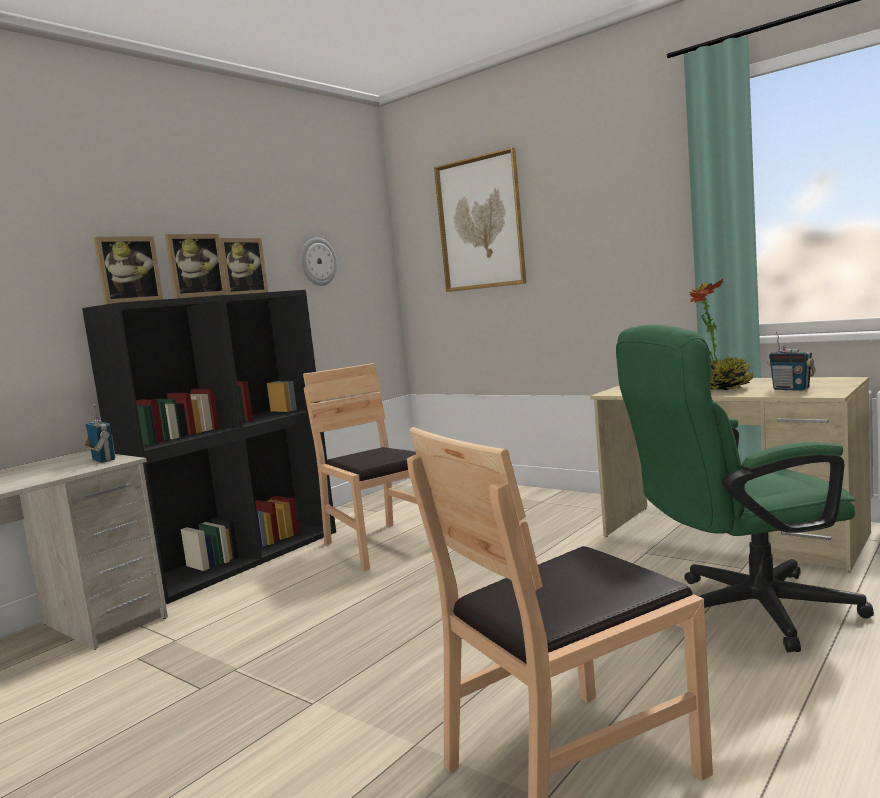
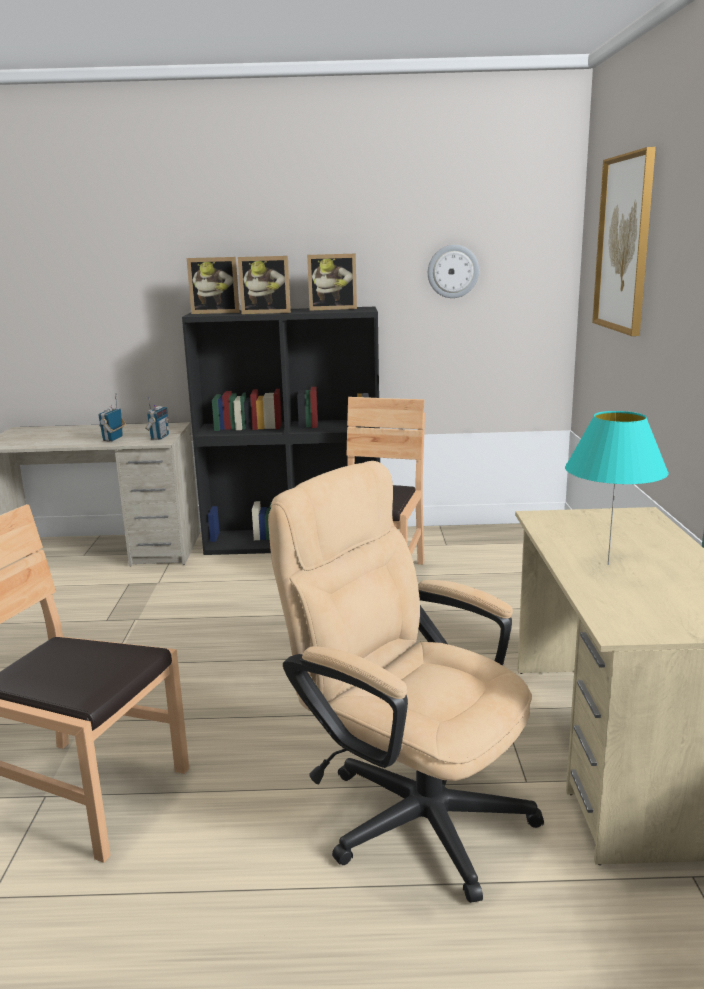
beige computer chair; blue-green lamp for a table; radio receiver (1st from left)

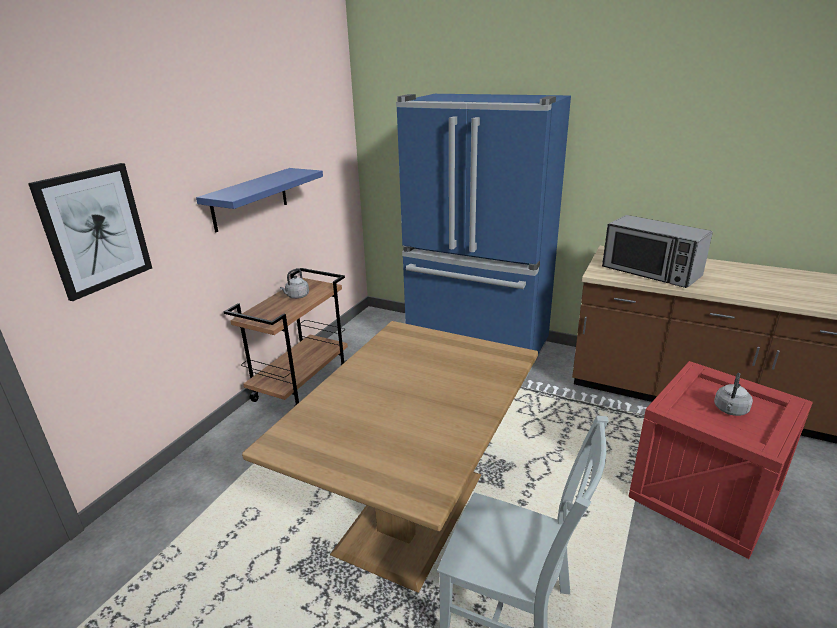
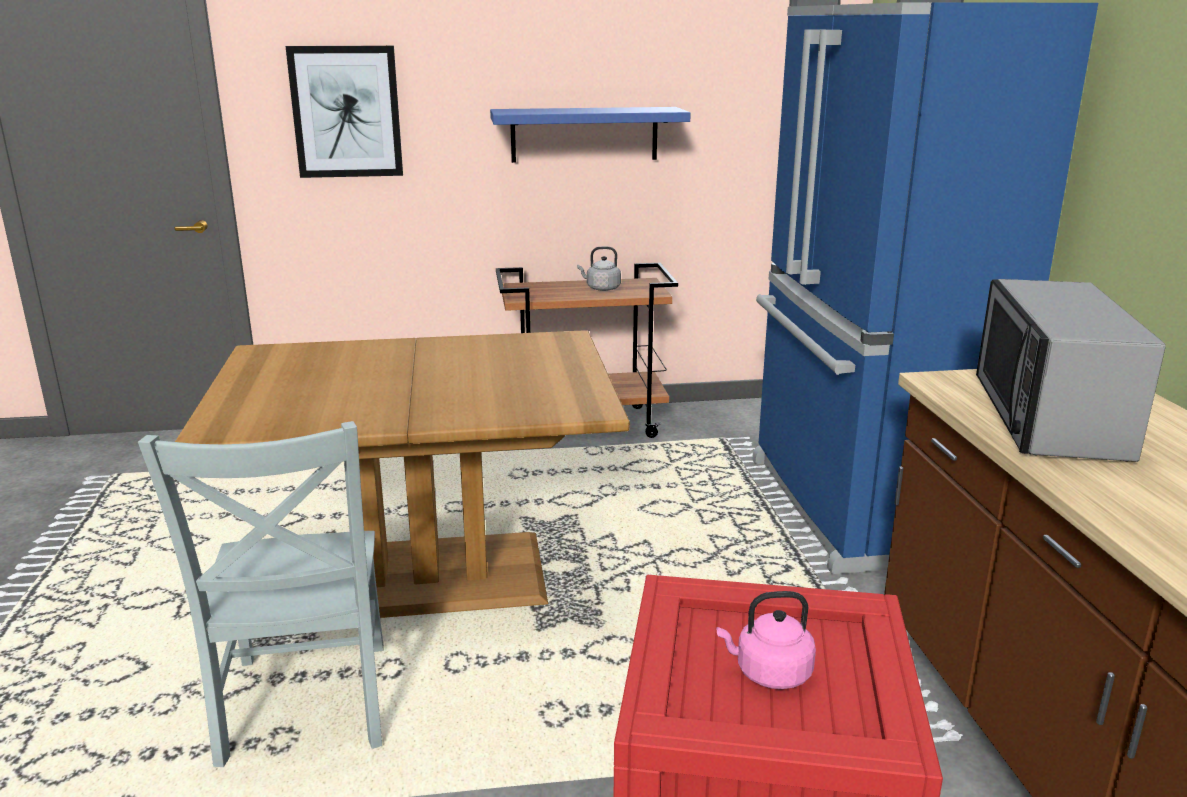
pinkish kettle

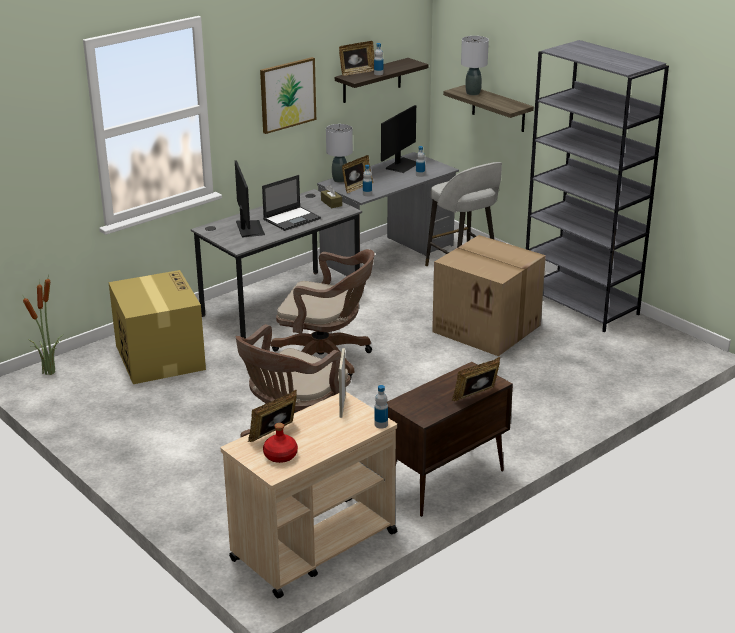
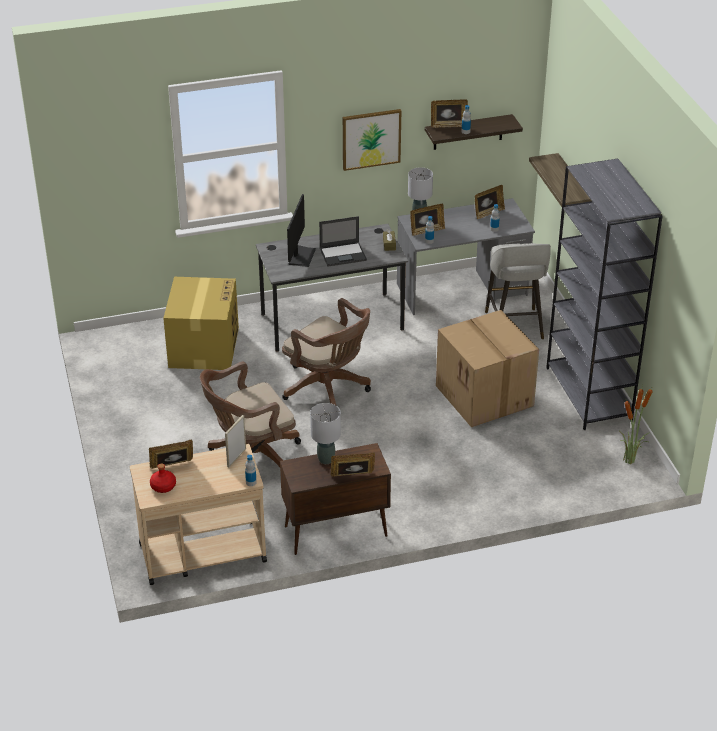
potted plant; standing frame (6th from left); grey lamp for a table (1st from left)

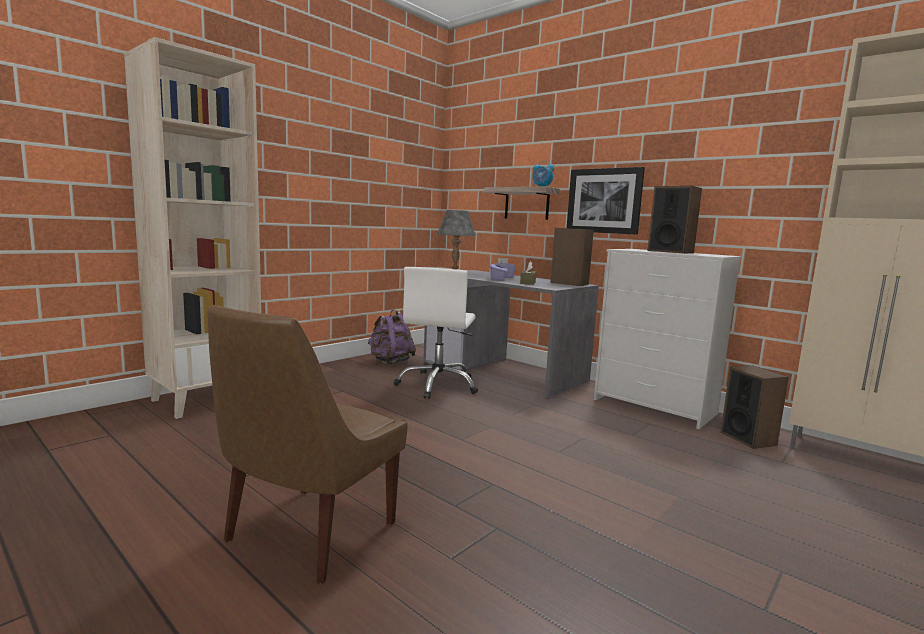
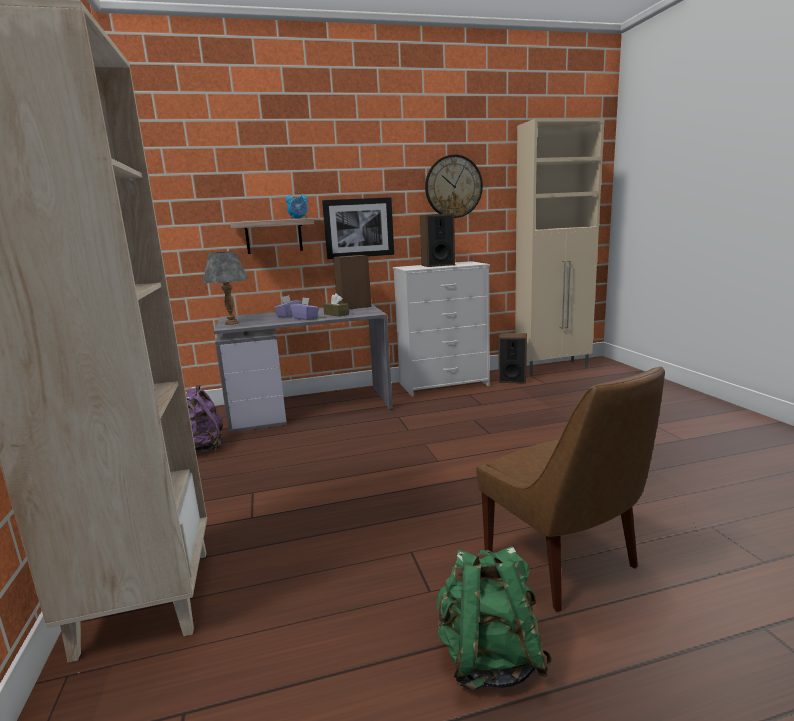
white-coloured computer chair; wall clock; green-coloured backpack

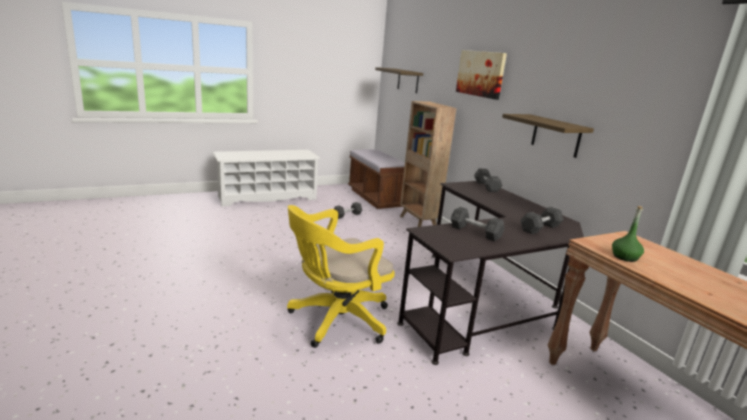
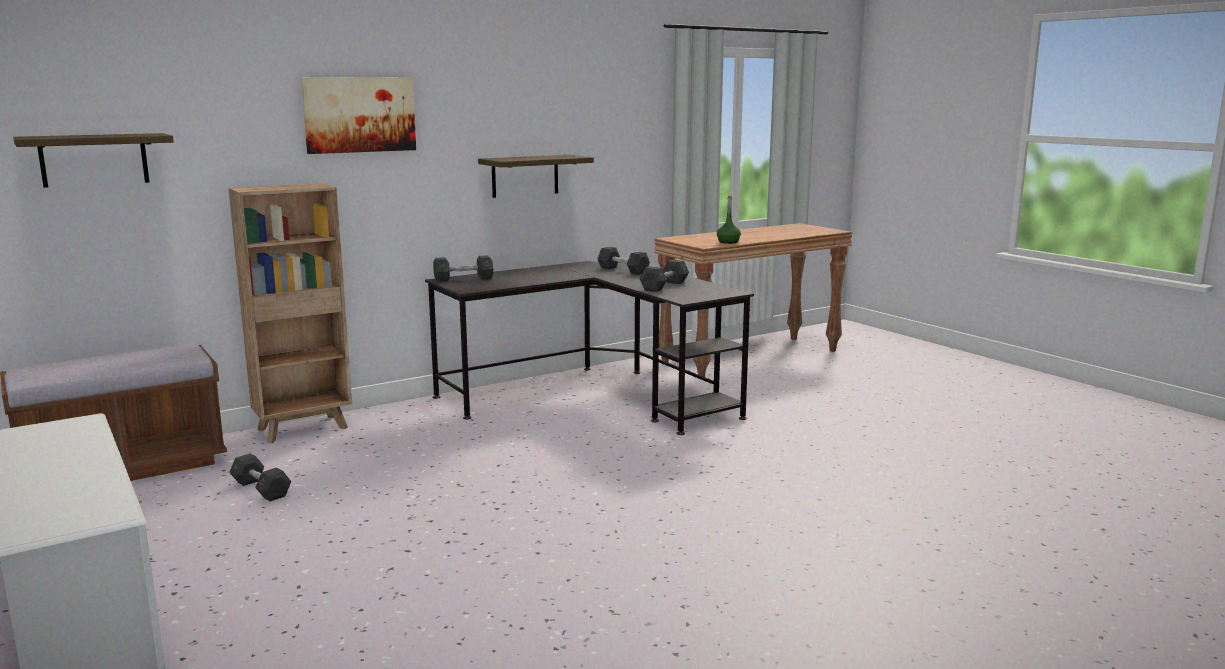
yellow-coloured computer chair

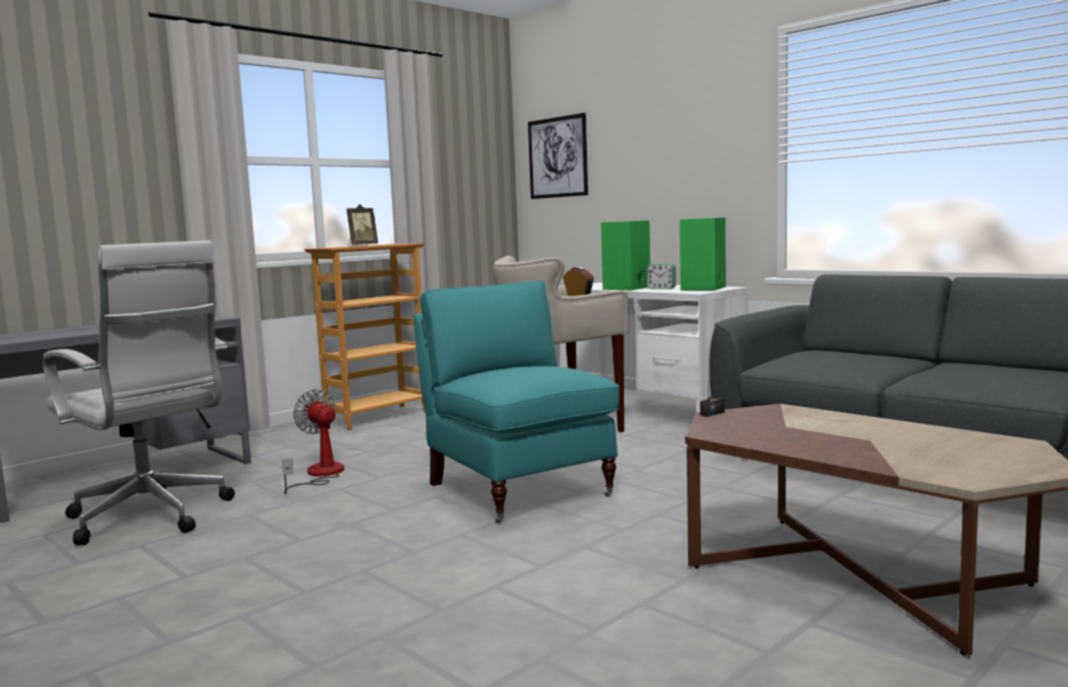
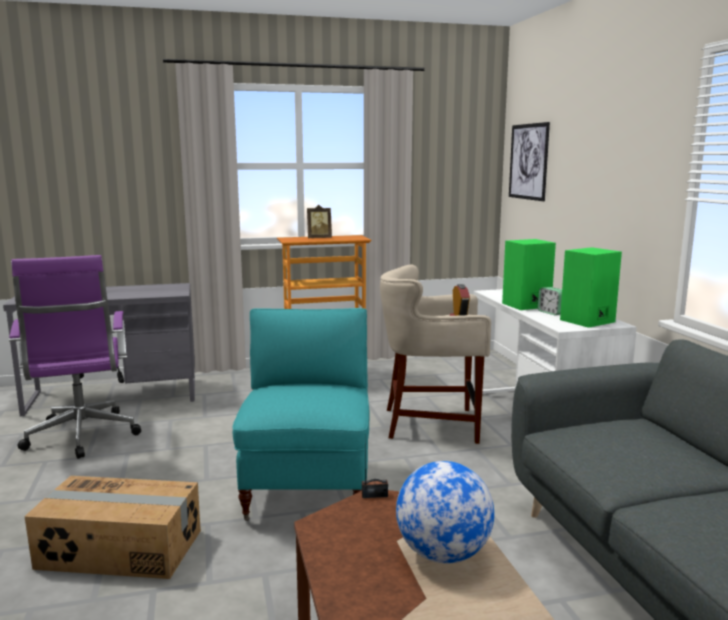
purple computer chair; fan; carton; world globe

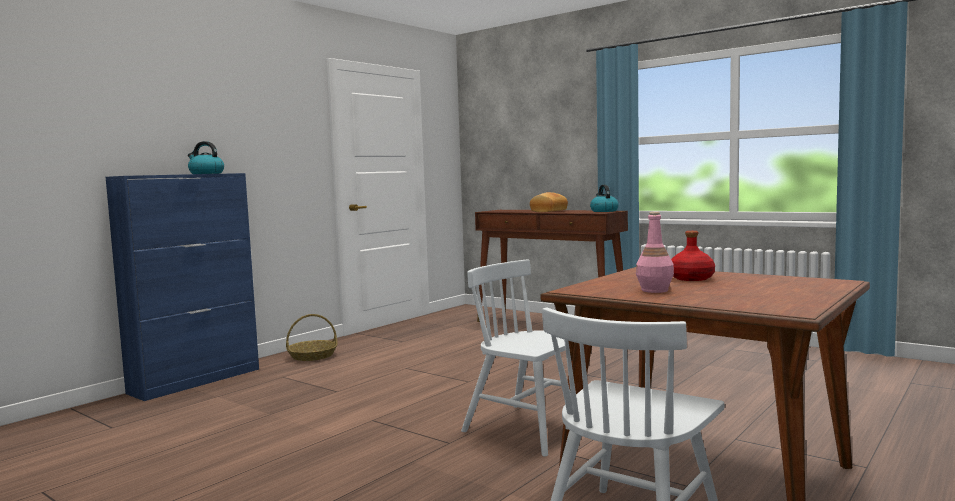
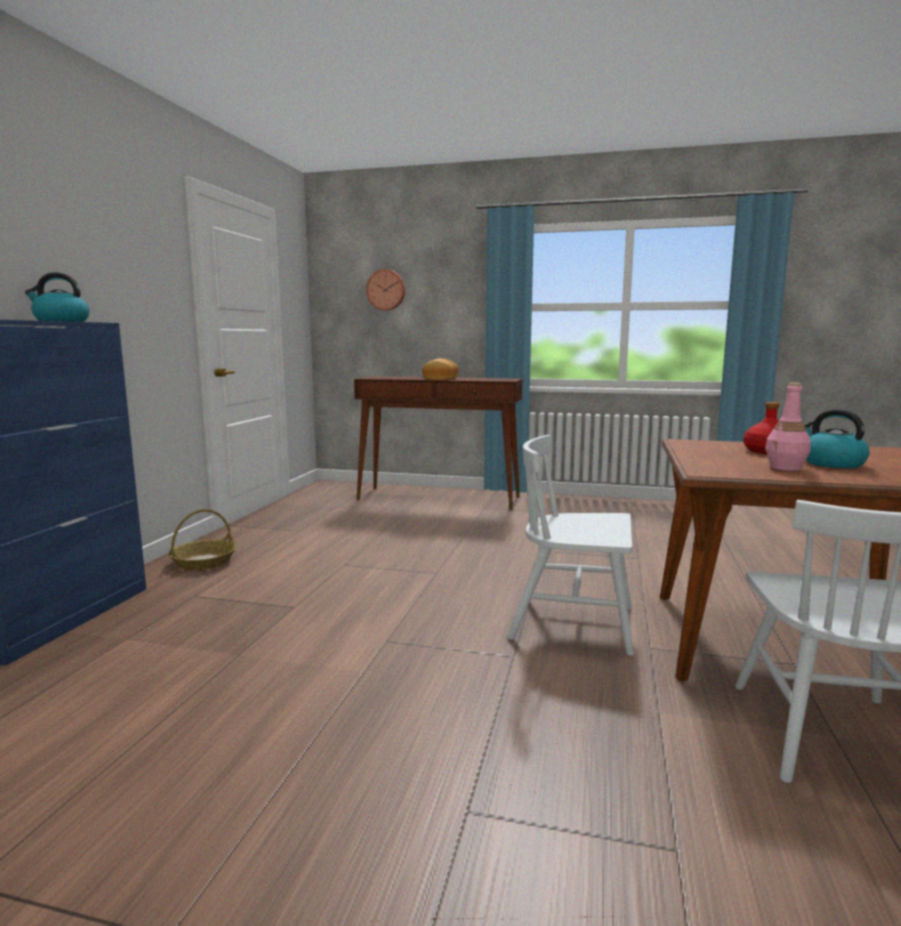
kettle (2nd from left); wall clock

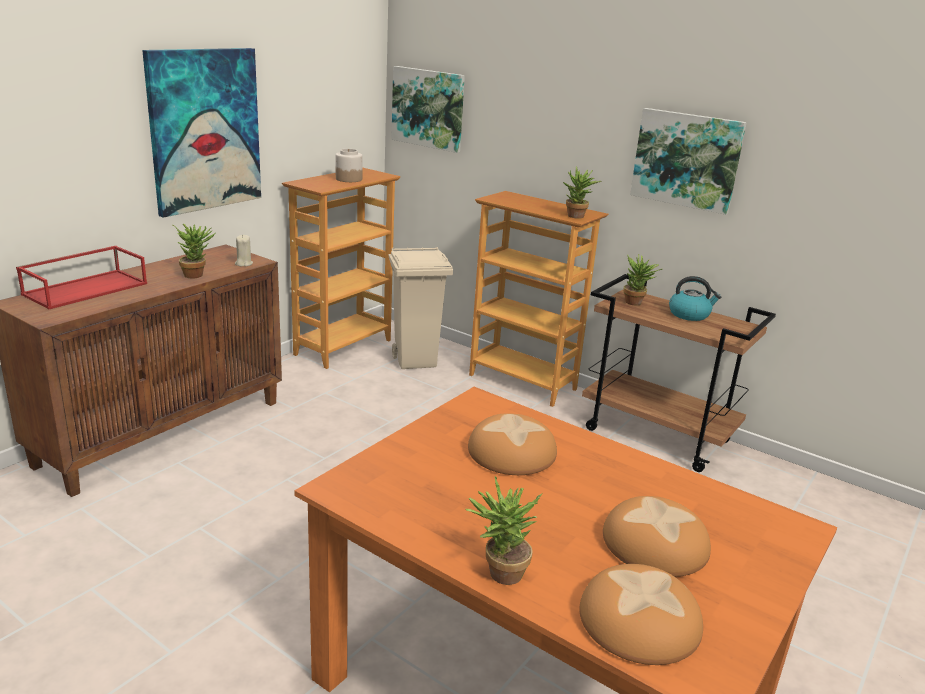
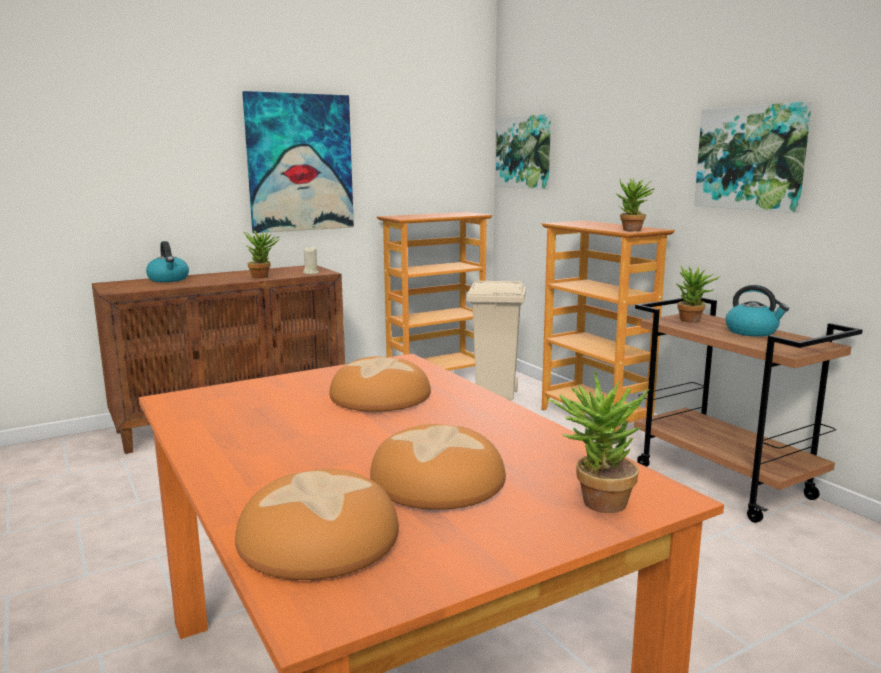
kettle (1st from left); jar; potted plant (2nd from left)

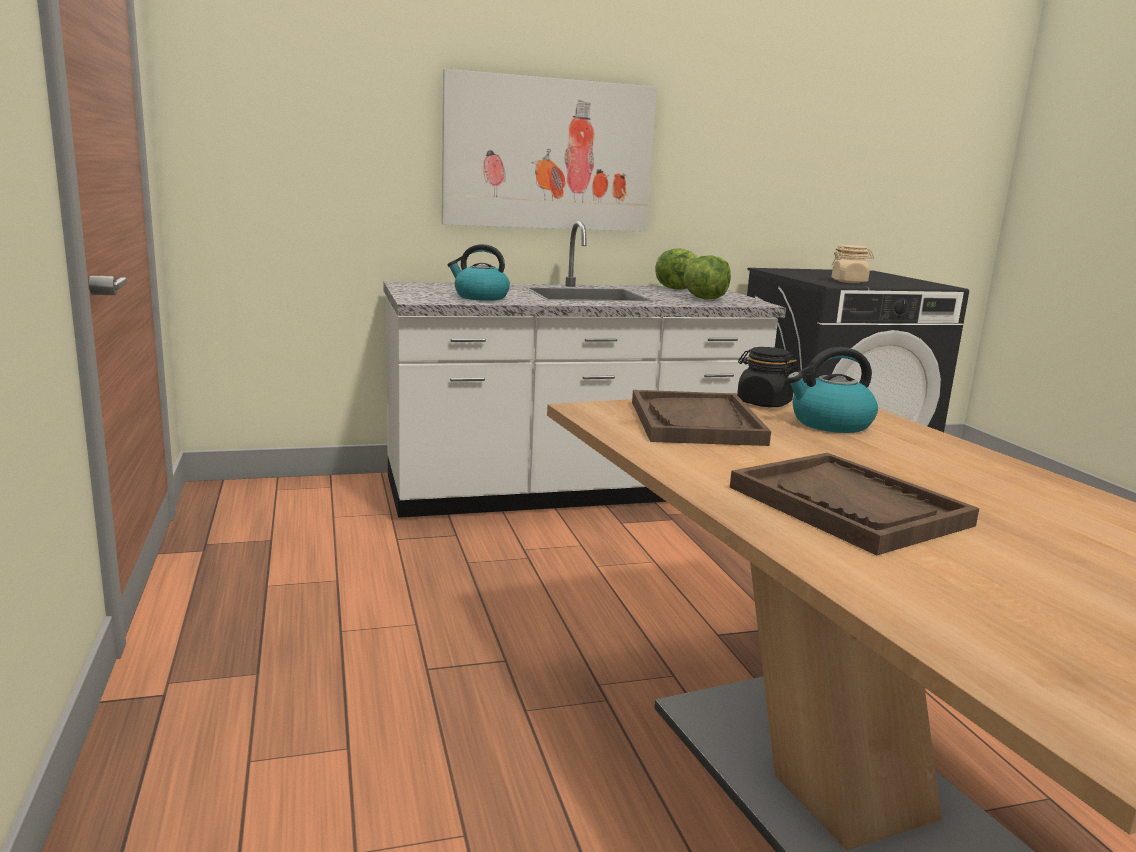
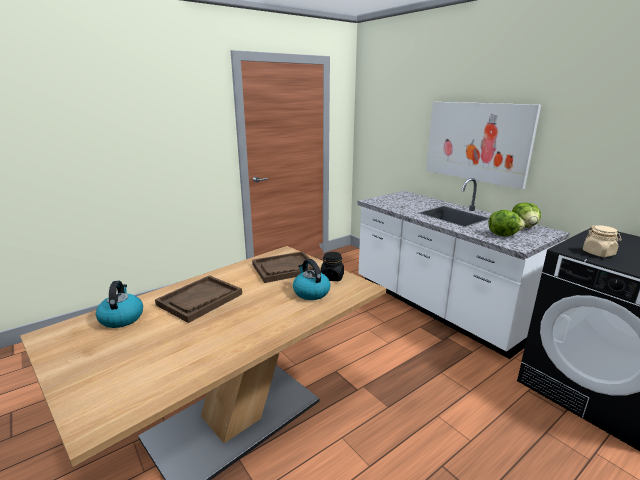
kettle (1st from left)

